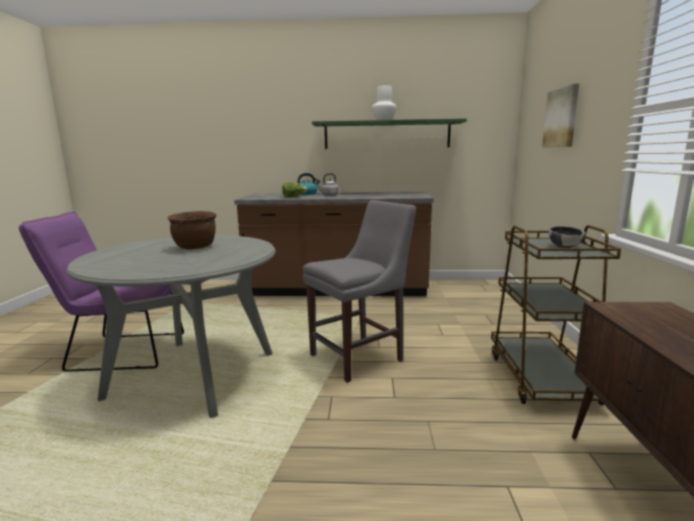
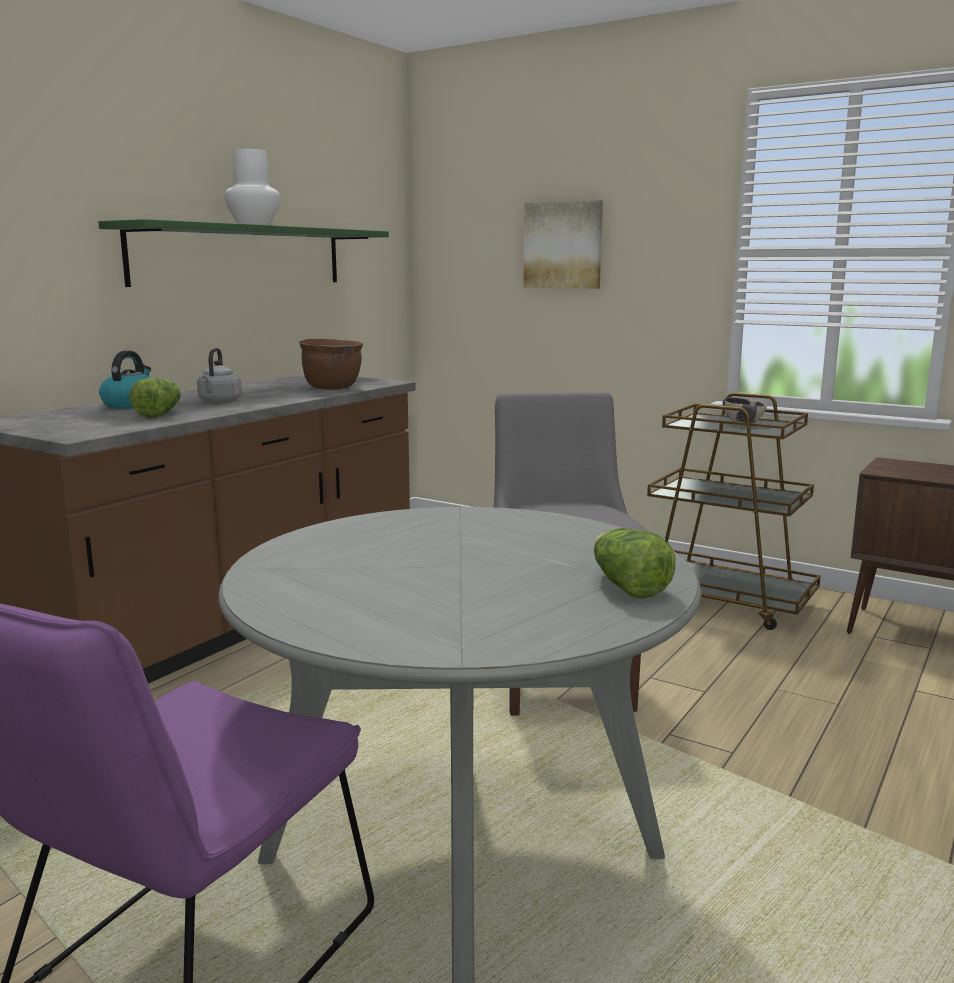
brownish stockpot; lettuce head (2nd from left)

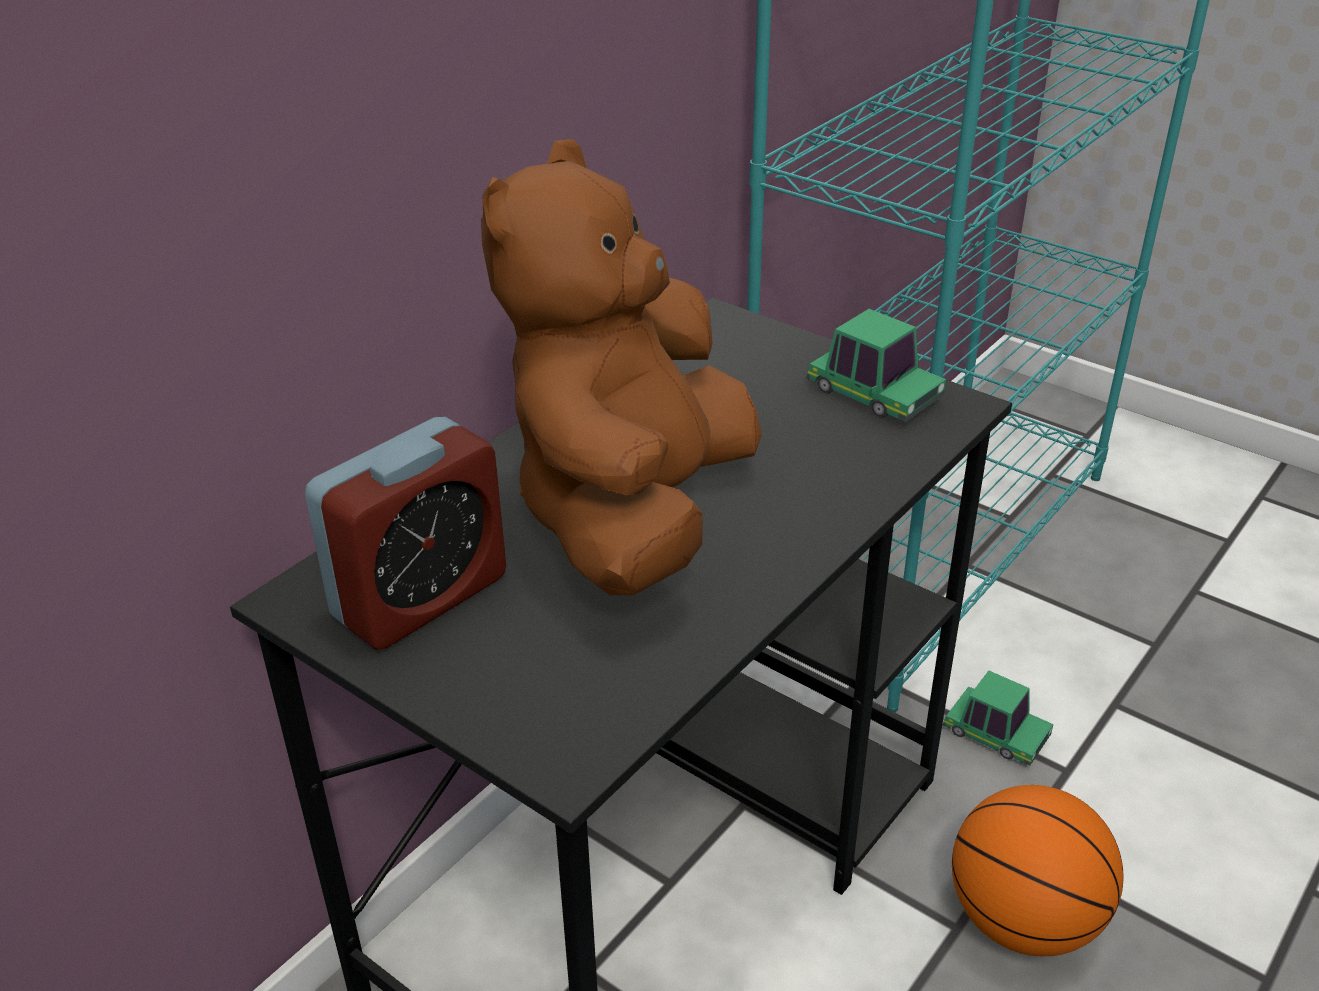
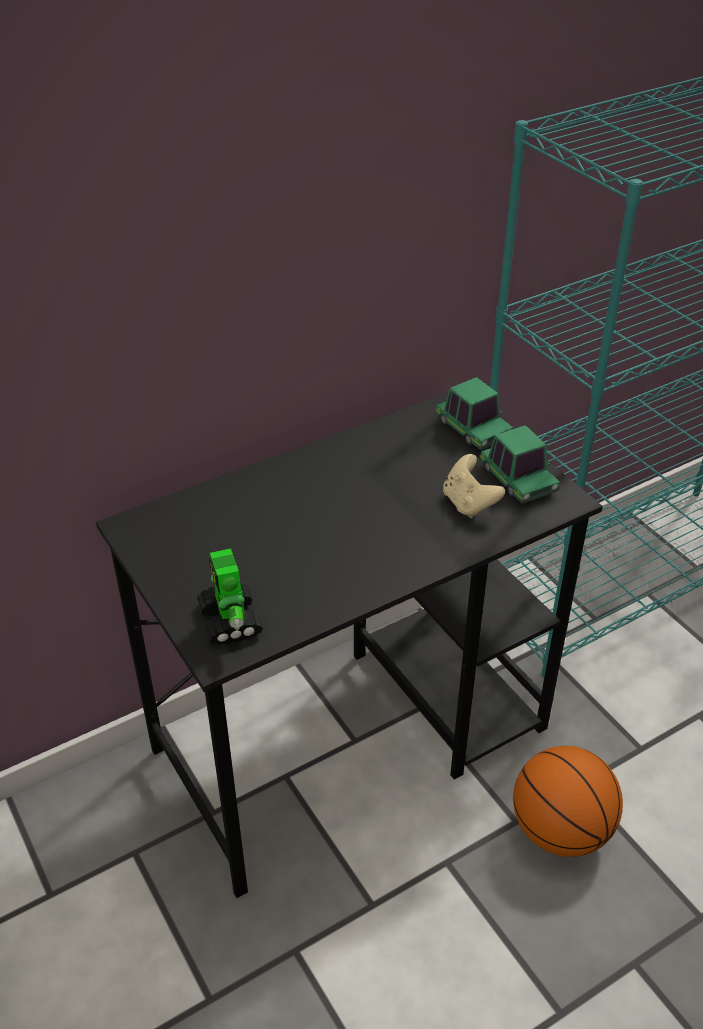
bedside clock; brownish plush toy; toy car (1st from left); model robot; beige joypad

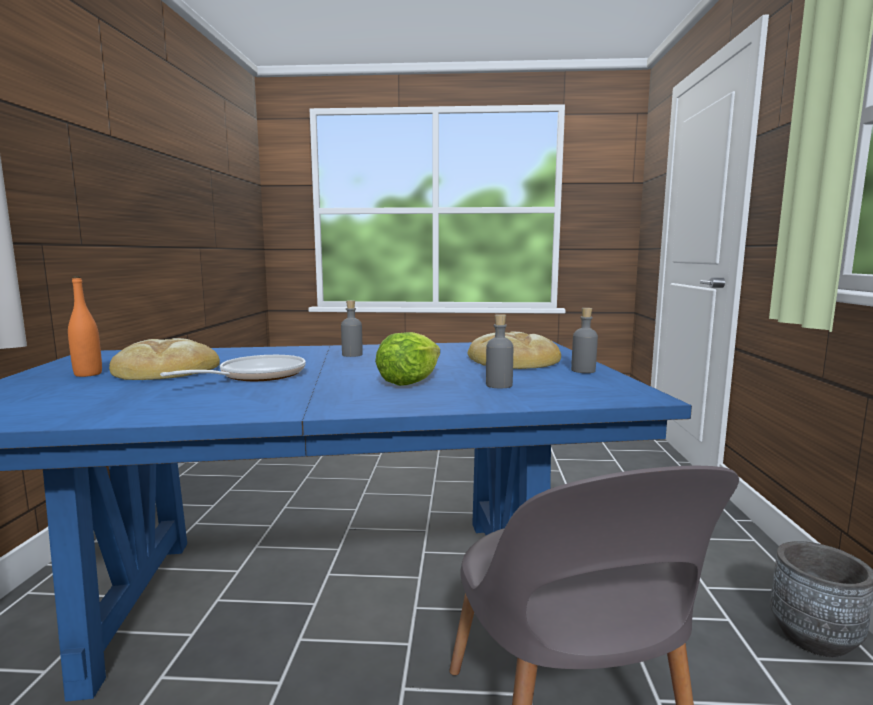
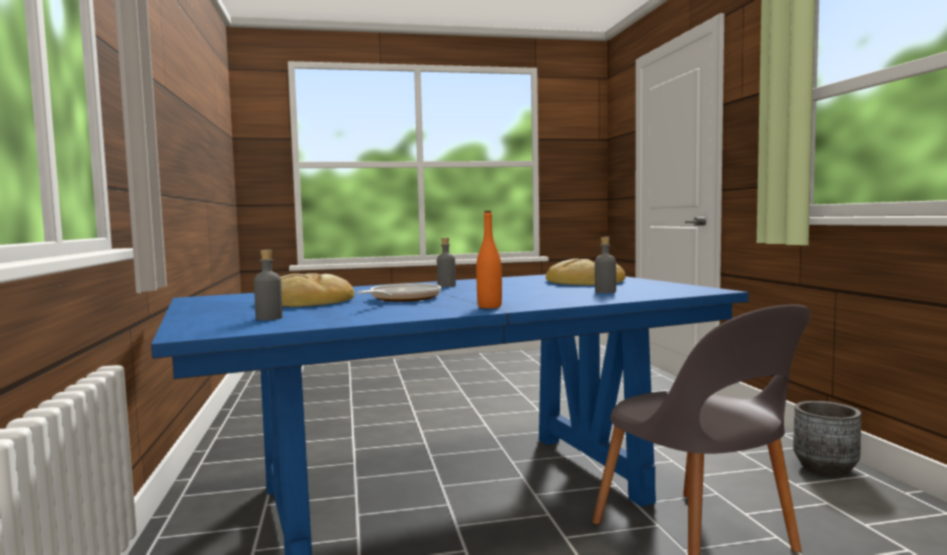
orange drink bottle; lettuce head; grey drink bottle (1st from left)

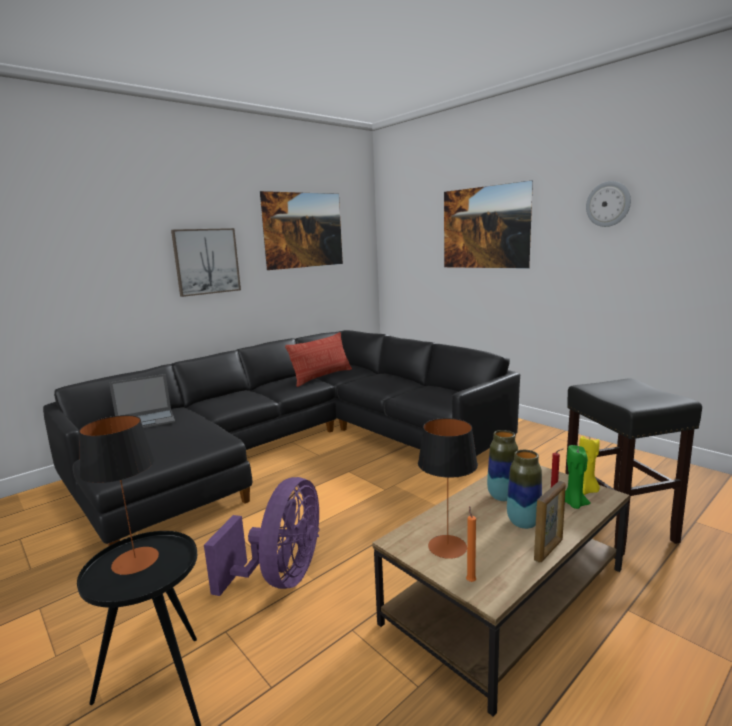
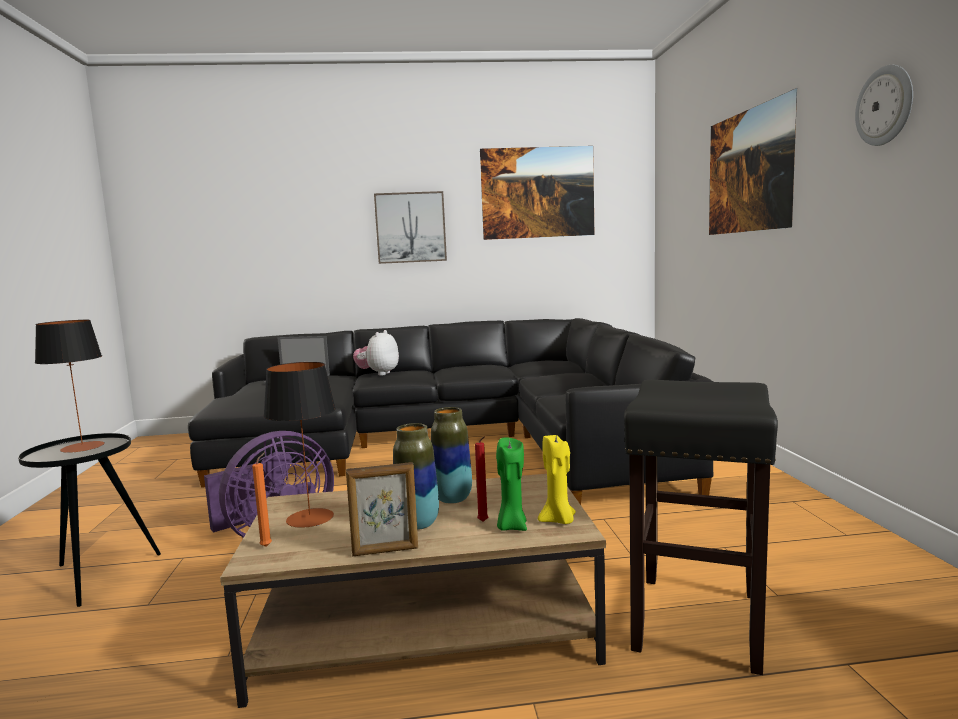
pillow; plush toy

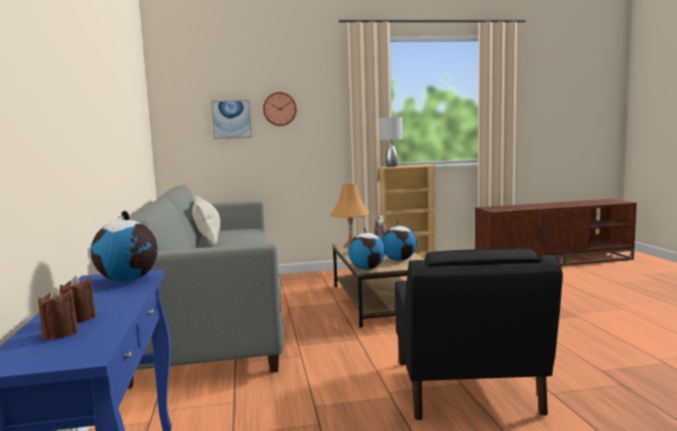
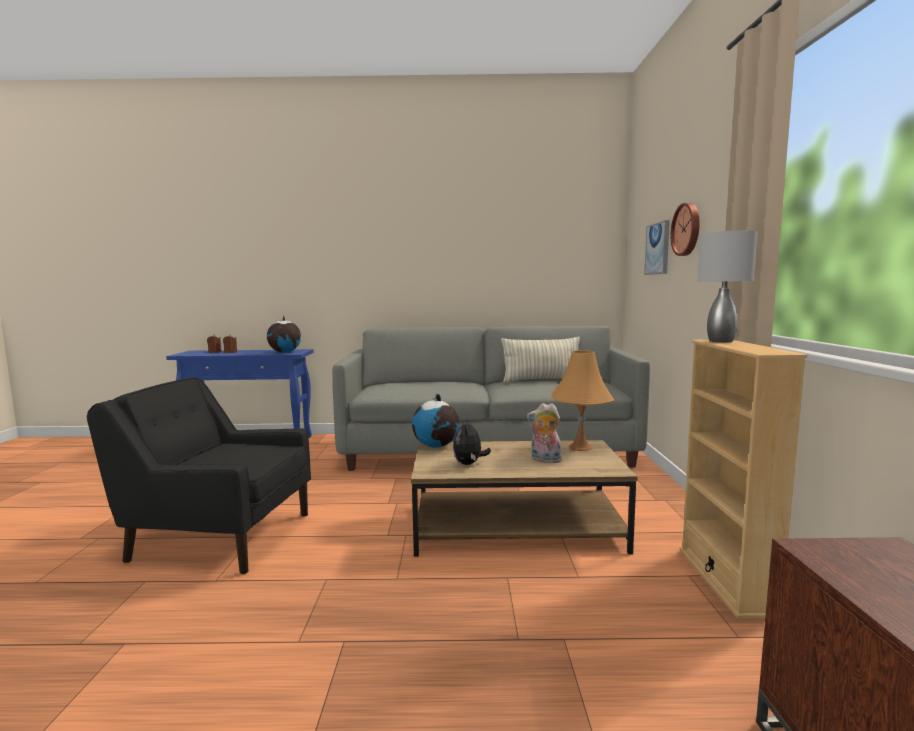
plush toy (1st from left)

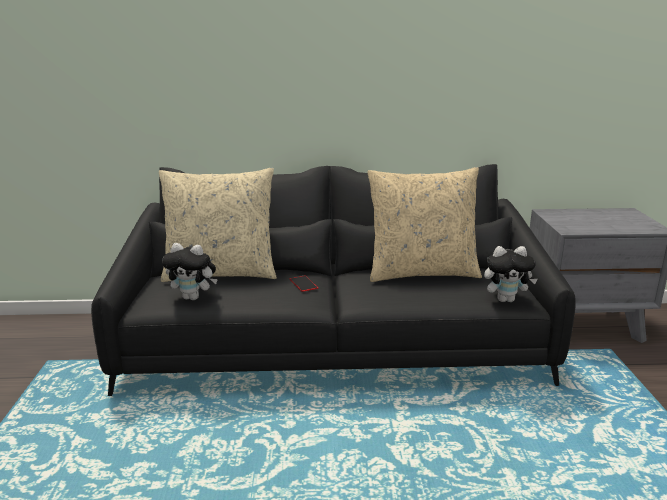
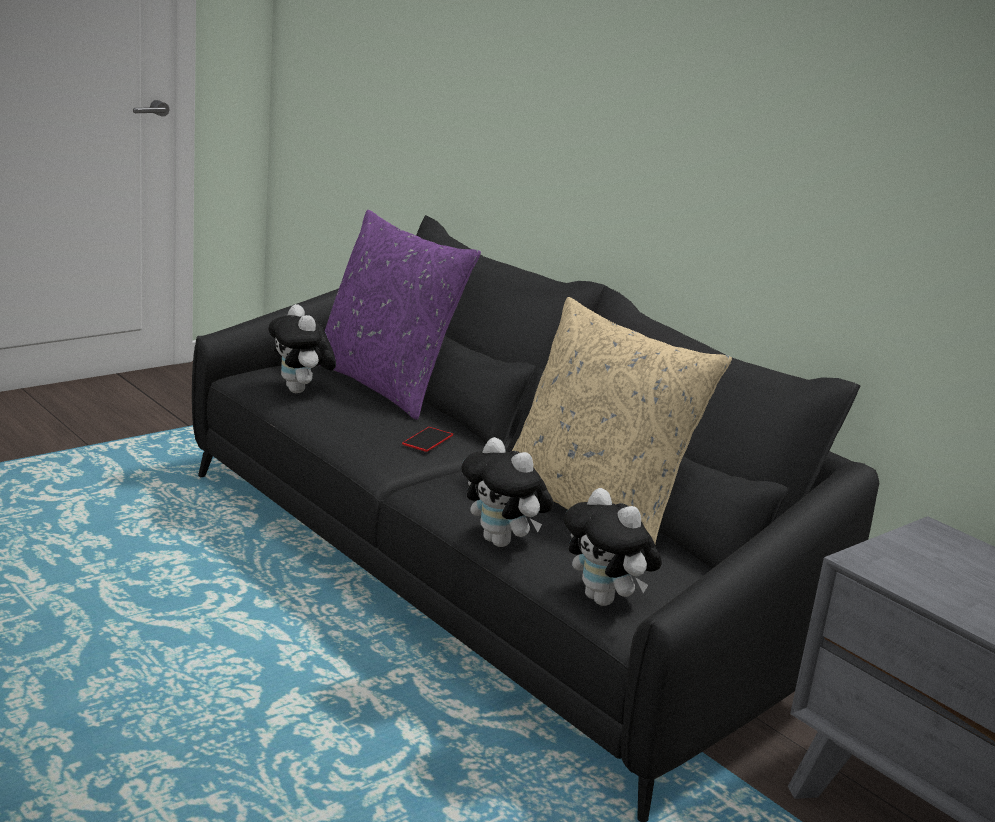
purple pillow; plush toy (2nd from left)

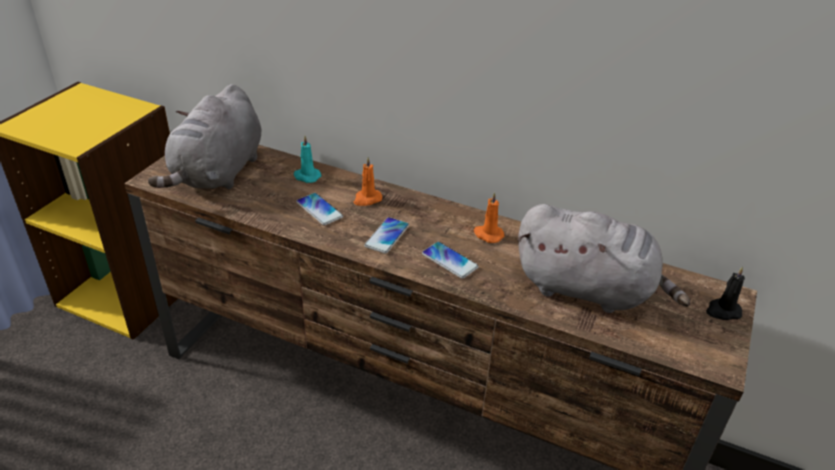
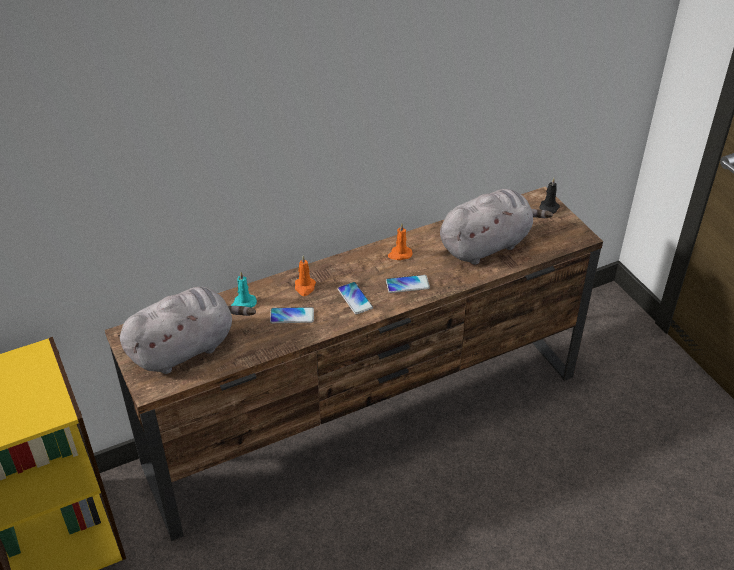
grey plush toy (1st from left)

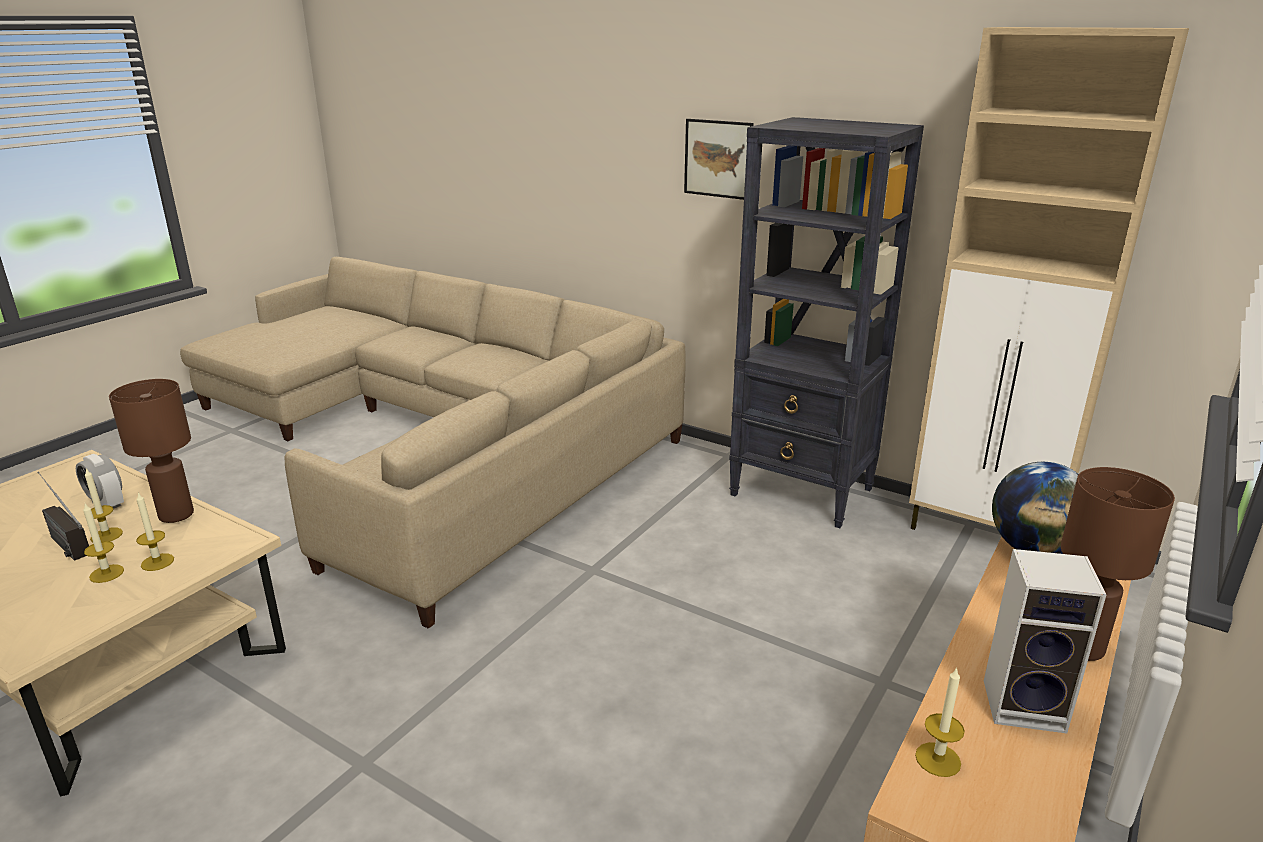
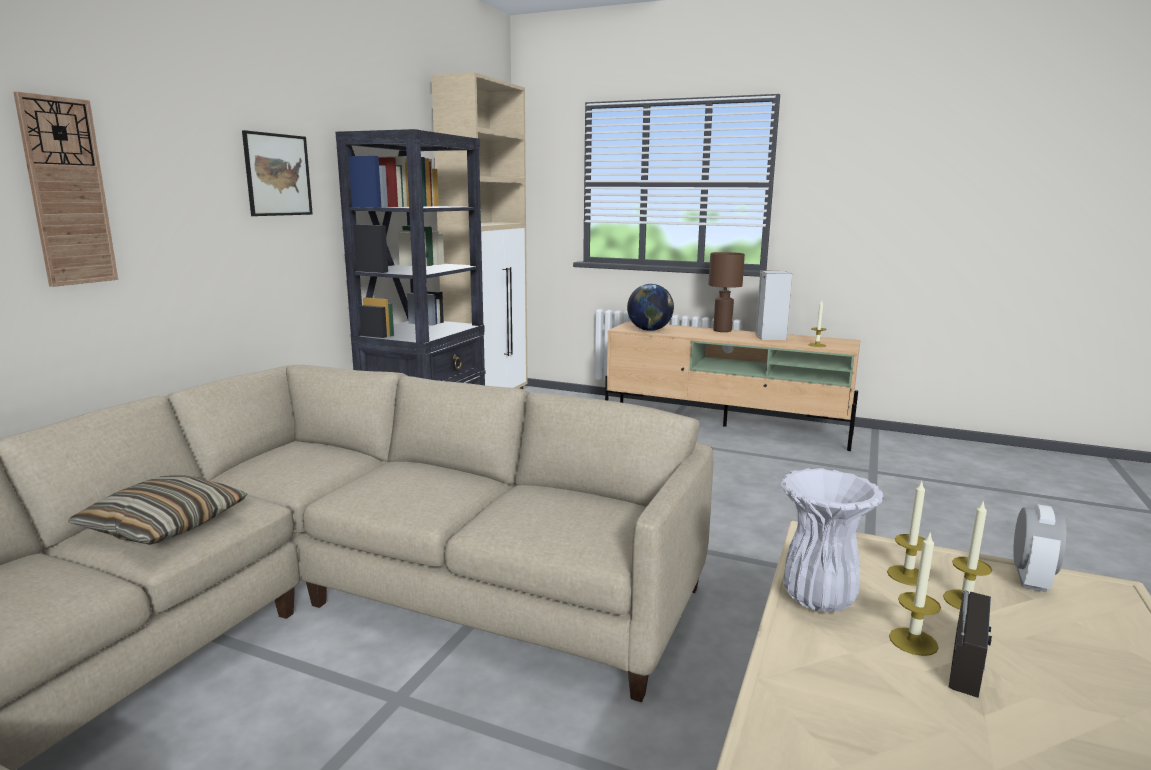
bedside clock; white-coloured vase; wall clock; pillow

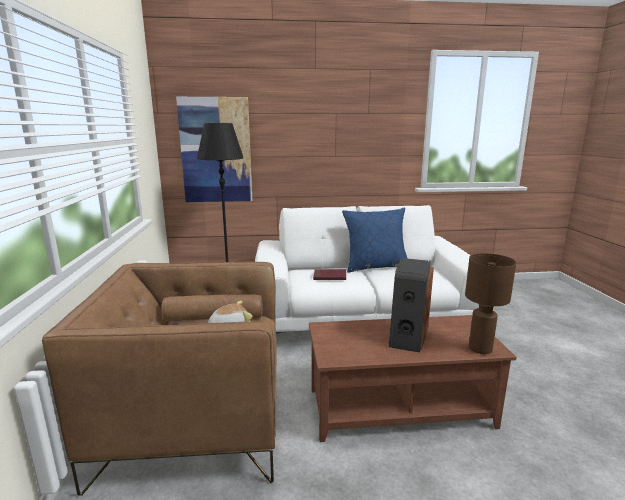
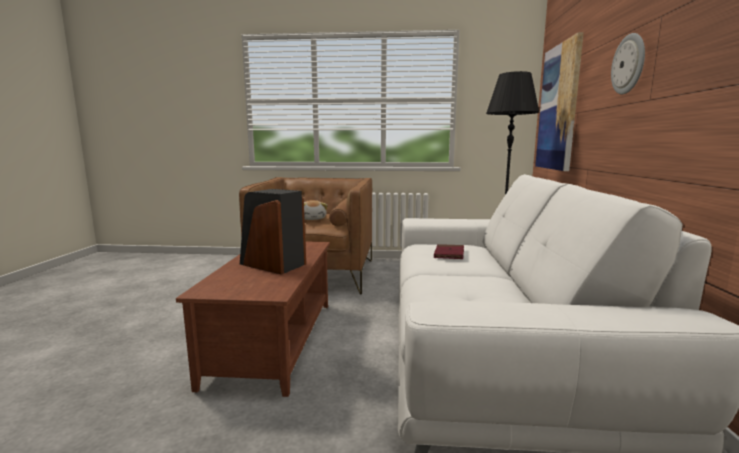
blue-coloured pillow; brownish lamp for a table; wall clock

